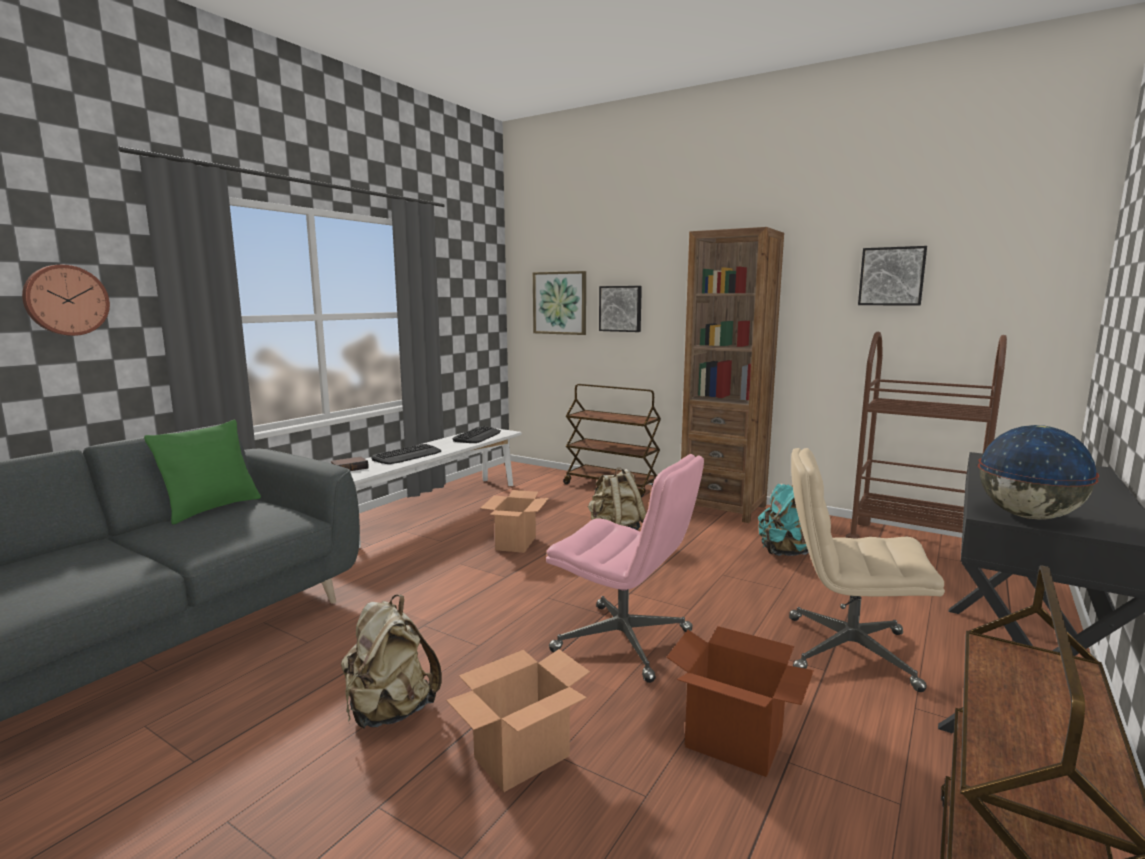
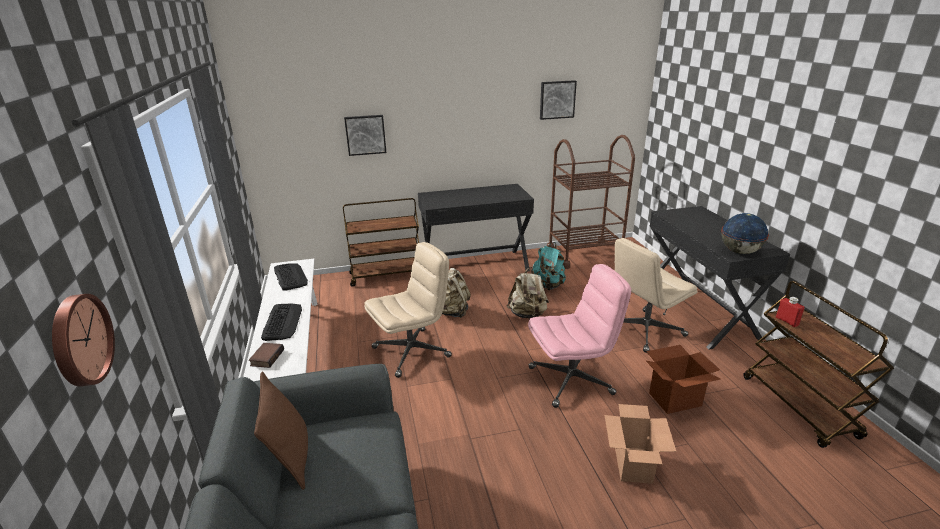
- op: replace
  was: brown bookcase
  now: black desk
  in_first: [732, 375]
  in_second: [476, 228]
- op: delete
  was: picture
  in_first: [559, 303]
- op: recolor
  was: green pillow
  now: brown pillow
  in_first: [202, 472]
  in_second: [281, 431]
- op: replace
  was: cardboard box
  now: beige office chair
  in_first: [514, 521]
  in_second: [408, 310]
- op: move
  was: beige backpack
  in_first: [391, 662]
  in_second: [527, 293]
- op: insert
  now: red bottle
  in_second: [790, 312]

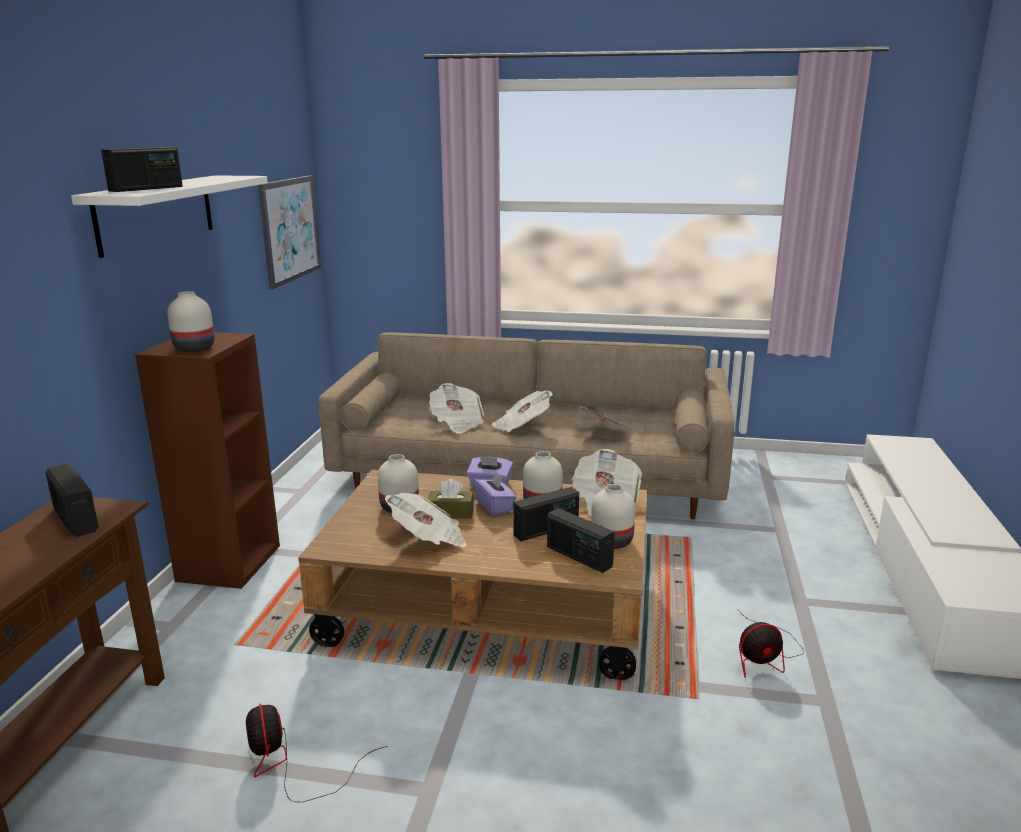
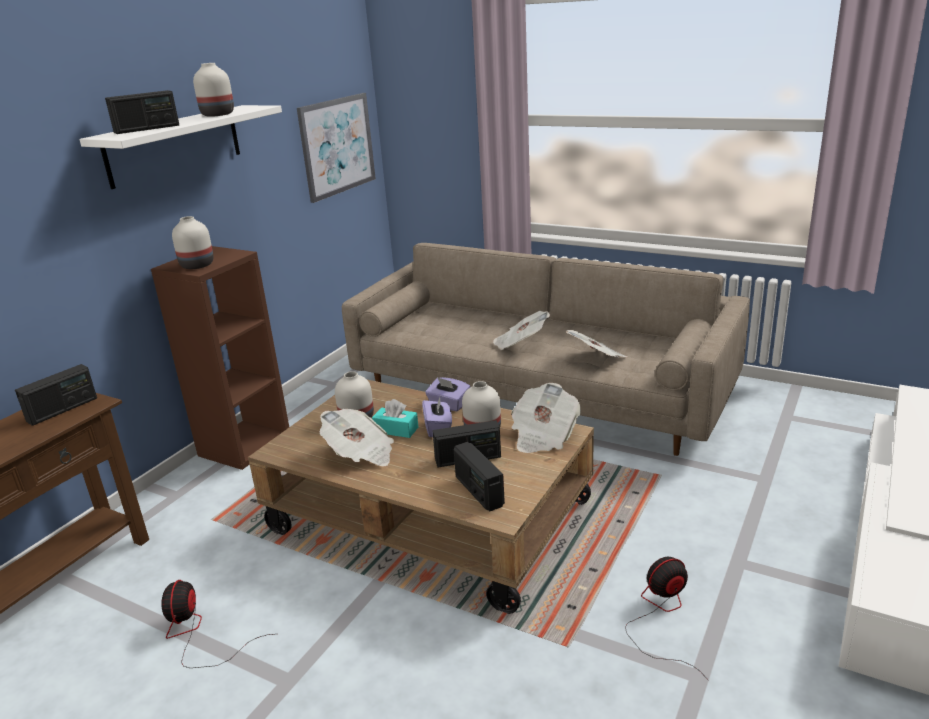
- op: delete
  was: newspaper
  in_first: [456, 408]
- op: rotate
  was: radio
  in_first: [72, 500]
  in_second: [56, 395]
  clockwise: -120
- op: recolor
  was: brown tissue box
  now: turquoise tissue box
  in_first: [451, 499]
  in_second: [395, 418]
- op: move
  was: white vase
  in_first: [613, 516]
  in_second: [213, 90]
- op: rotate
  was: fan
  in_first: [771, 644]
  in_second: [666, 618]
  clockwise: 150

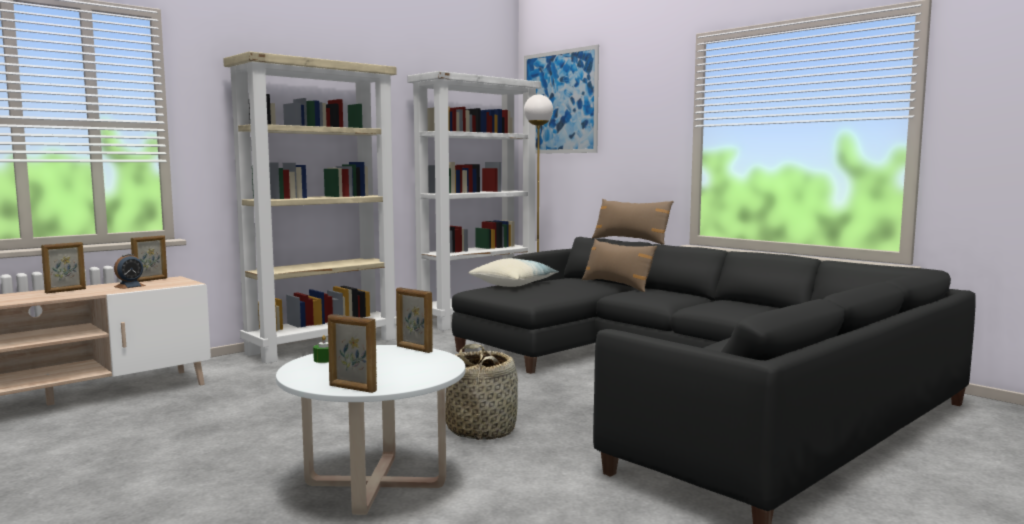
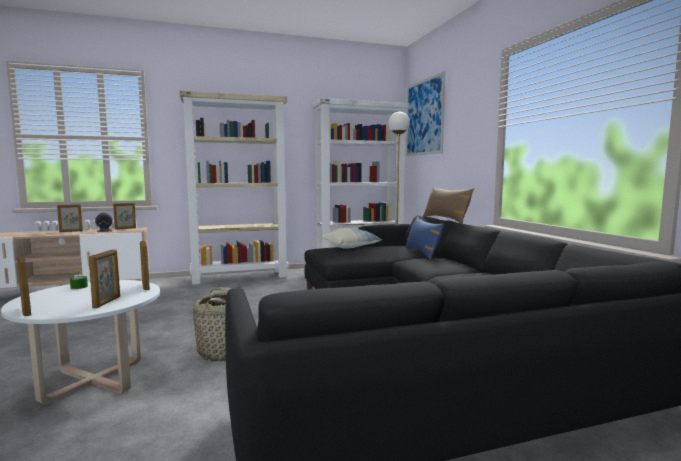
- op: recolor
  was: brown pillow
  now: blue pillow
  in_first: [619, 265]
  in_second: [424, 238]
- op: insert
  now: picture frame
  in_second: [104, 279]

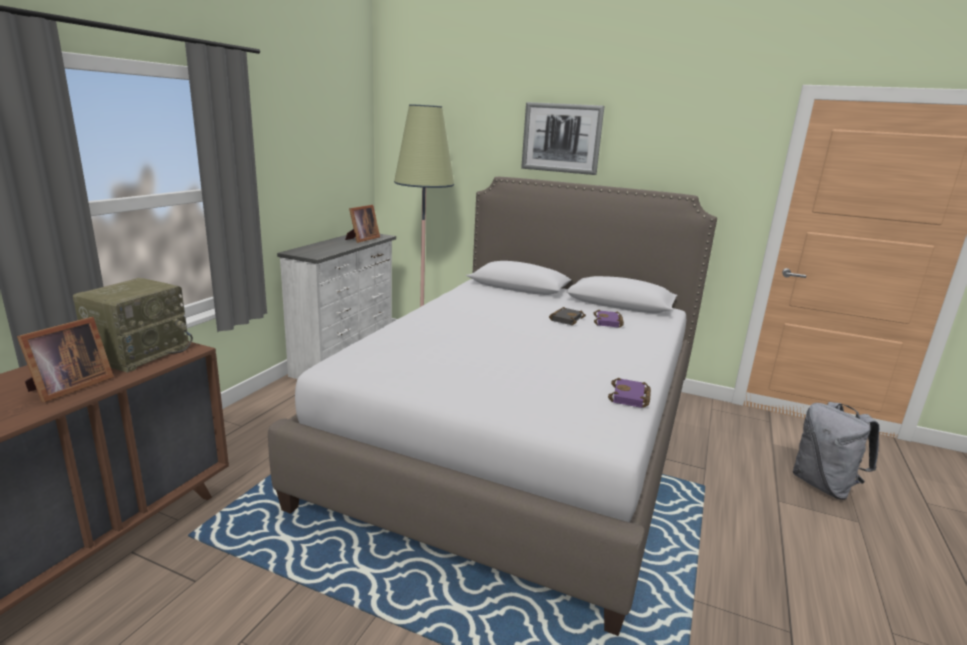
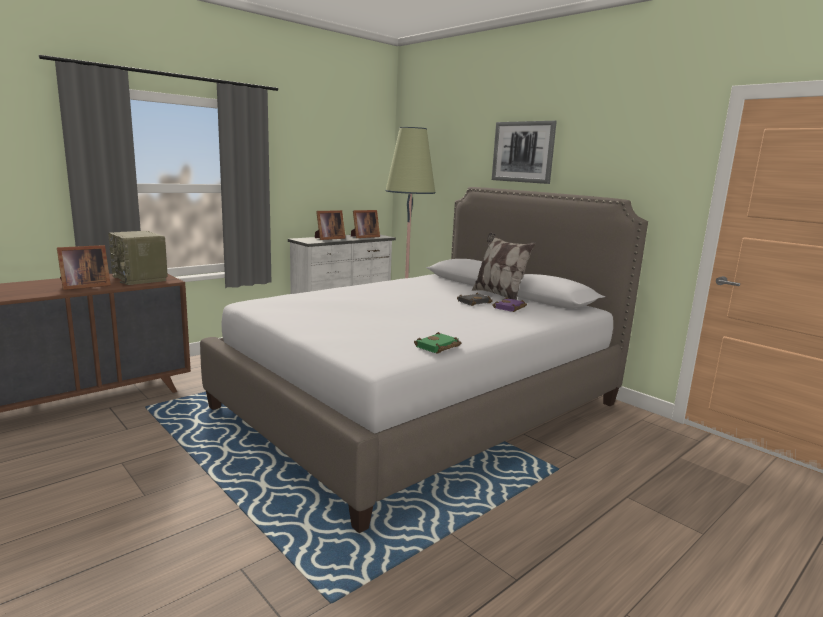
- op: rotate
  was: radio
  in_first: [133, 325]
  in_second: [138, 258]
  clockwise: 90
- op: recolor
  was: purple book
  now: green book
  in_first: [629, 393]
  in_second: [437, 342]
- op: delete
  was: grey backpack
  in_first: [836, 451]
- op: insert
  now: picture frame
  in_second: [330, 225]
- op: insert
  now: pillow
  in_second: [503, 266]

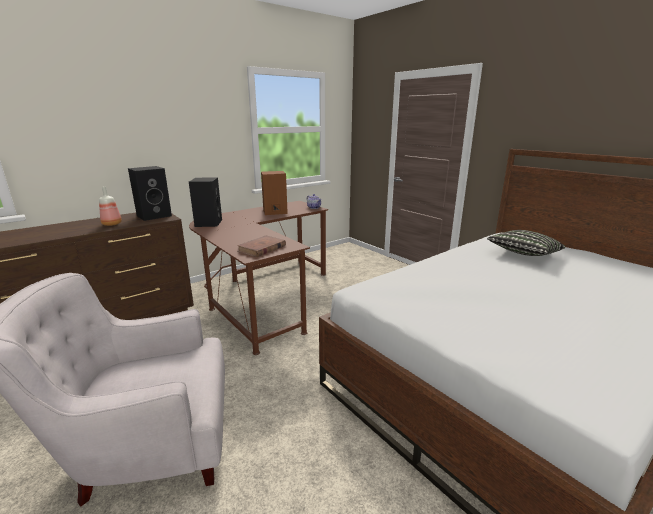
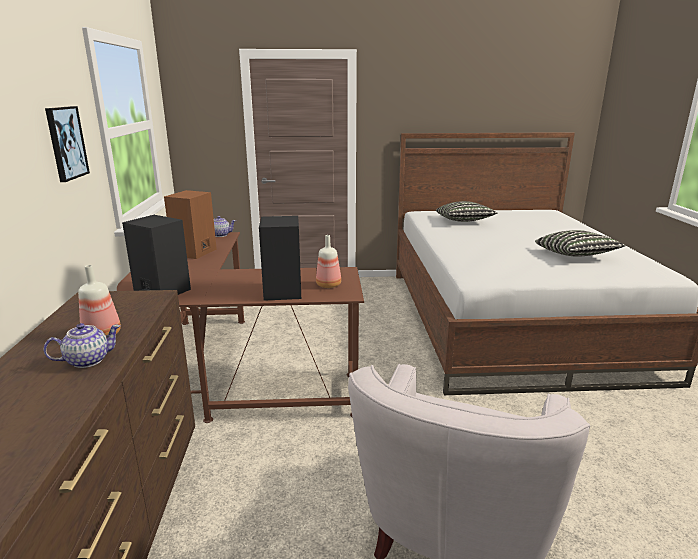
- op: move
  was: black speaker
  in_first: [150, 193]
  in_second: [280, 258]
- op: replace
  was: brown book
  now: bottle
  in_first: [261, 246]
  in_second: [328, 261]
- op: insert
  now: picture
  in_second: [67, 144]
- op: insert
  now: pillow
  in_second: [580, 243]
- op: insert
  now: teapot
  in_second: [81, 345]

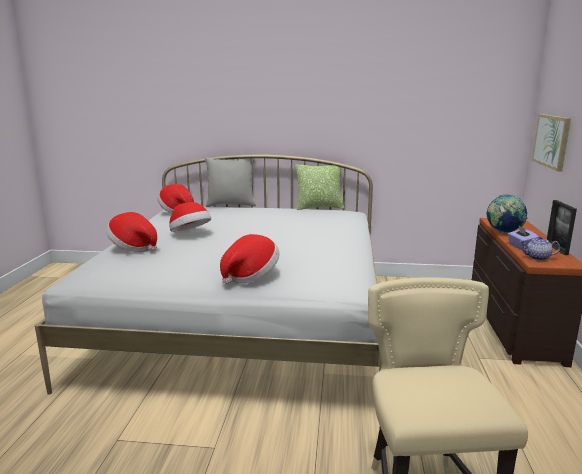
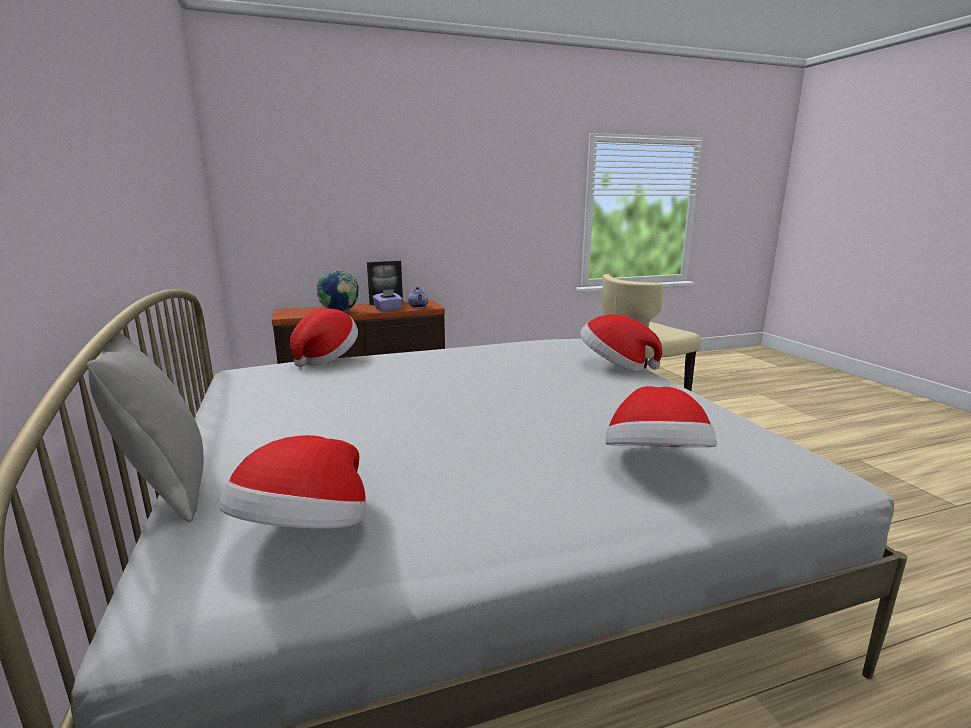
- op: delete
  was: picture
  in_first: [551, 142]
- op: delete
  was: pillow
  in_first: [319, 186]
- op: move
  was: hat
  in_first: [190, 217]
  in_second: [324, 337]

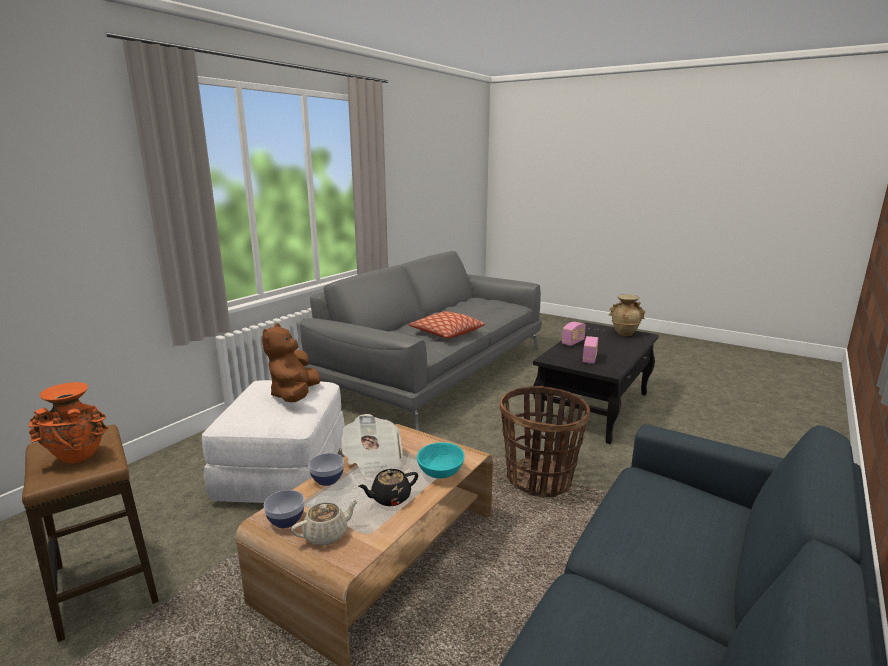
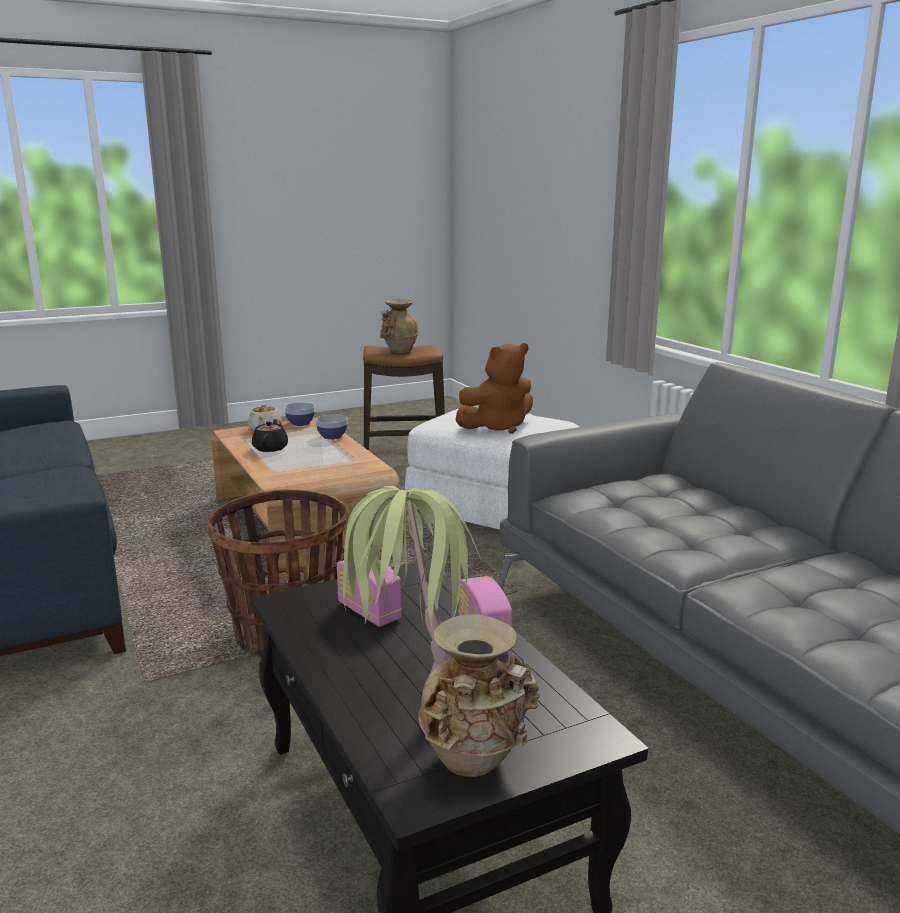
- op: delete
  was: pillow
  in_first: [446, 325]
- op: rotate
  was: brown plush toy
  in_first: [291, 362]
  in_second: [494, 388]
  clockwise: 120
- op: recolor
  was: orange vase
  now: beige vase
  in_first: [68, 423]
  in_second: [399, 326]
- op: delete
  was: newspaper
  in_first: [371, 447]
- op: delete
  was: turquoise bowl
  in_first: [441, 460]
- op: insert
  now: potted plant
  in_second: [412, 581]

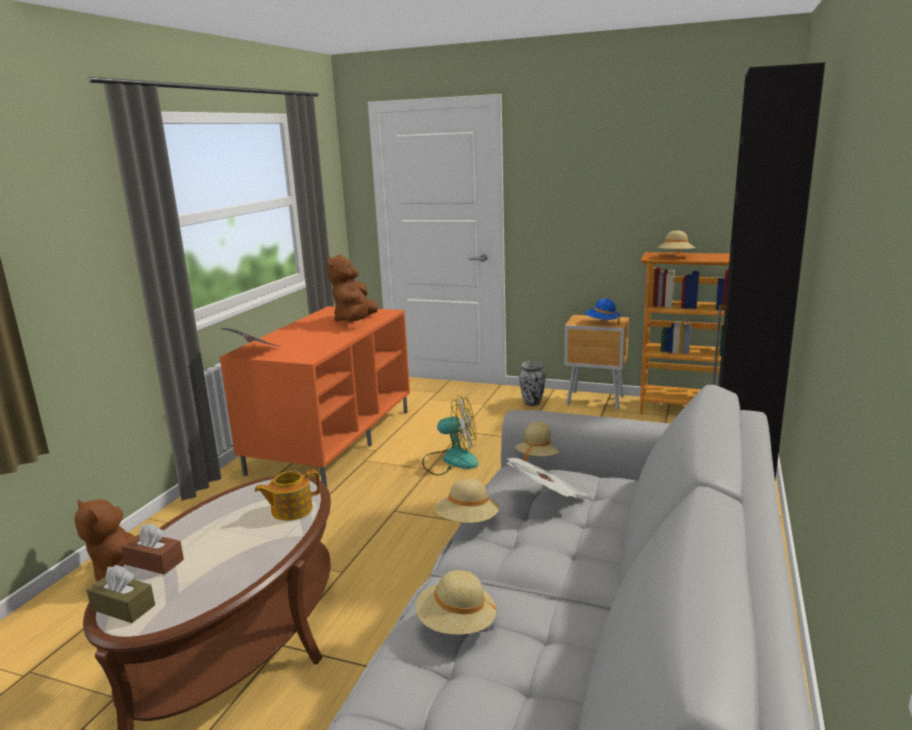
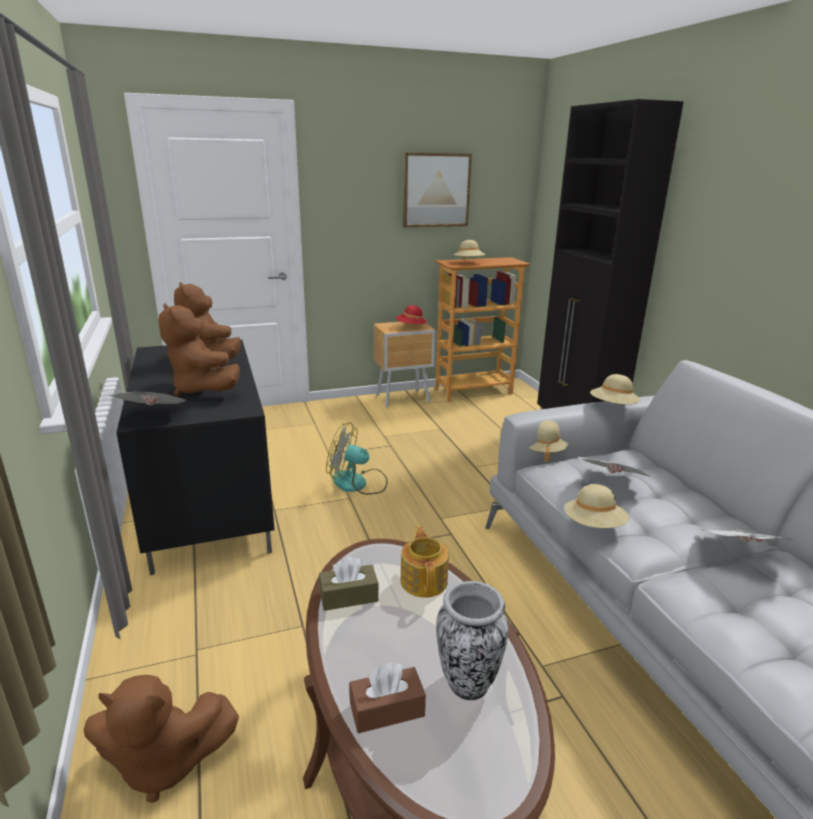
- op: recolor
  was: blue hat
  now: red hat
  in_first: [603, 312]
  in_second: [411, 314]
- op: recolor
  was: orange tv stand
  now: black tv stand
  in_first: [315, 396]
  in_second: [195, 457]
- op: move
  was: vase
  in_first: [532, 383]
  in_second: [472, 640]
- op: rotate
  was: fan
  in_first: [450, 435]
  in_second: [357, 458]
  clockwise: -135
- op: rotate
  was: teapot
  in_first: [287, 495]
  in_second: [424, 562]
  clockwise: 150
- op: move
  was: brown tissue box
  in_first: [121, 594]
  in_second: [349, 584]
- op: move
  was: beige hat
  in_first: [456, 602]
  in_second: [615, 389]
- op: insert
  now: picture
  in_second: [437, 190]
- op: insert
  now: brown plush toy
  in_second: [199, 349]
- op: insert
  now: newspaper
  in_second: [747, 536]

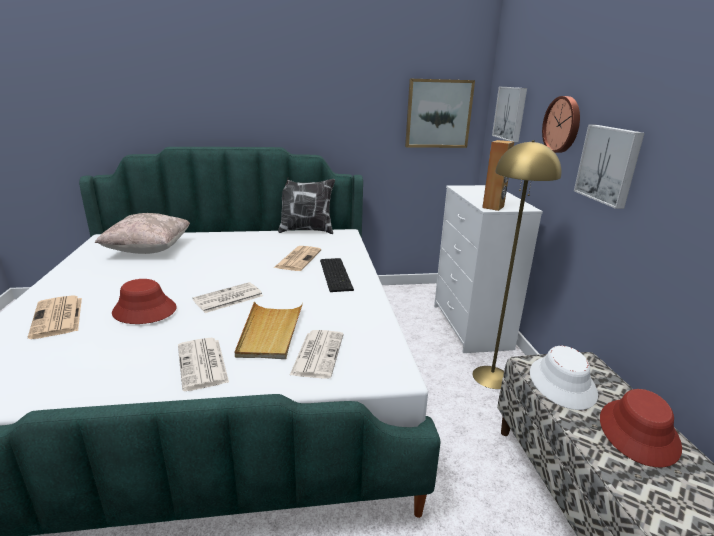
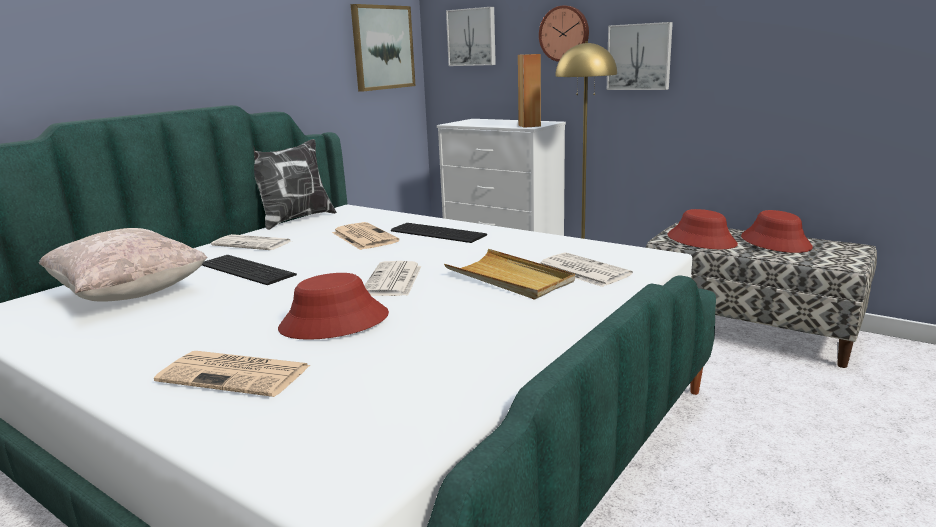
- op: move
  was: newspaper
  in_first: [203, 364]
  in_second: [251, 242]
- op: recolor
  was: white hat
  now: red hat
  in_first: [564, 378]
  in_second: [703, 229]
- op: insert
  now: keyboard
  in_second: [249, 270]

